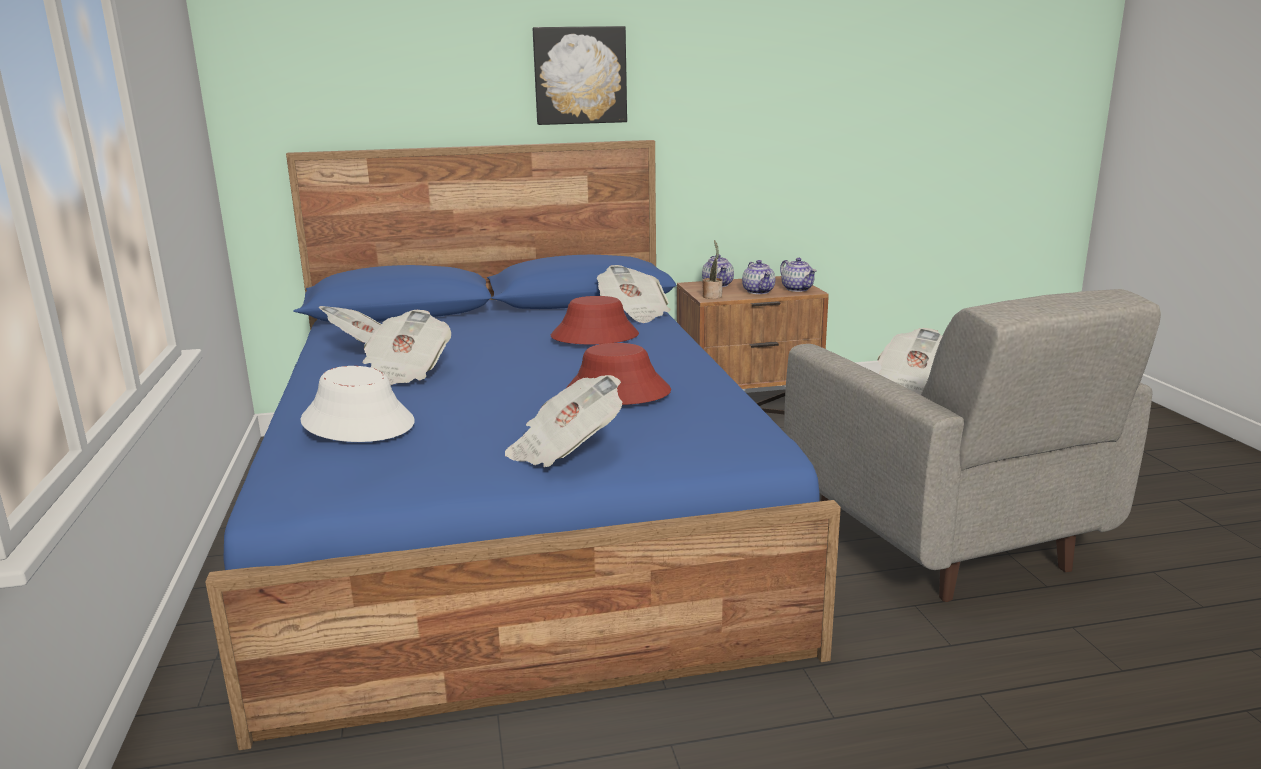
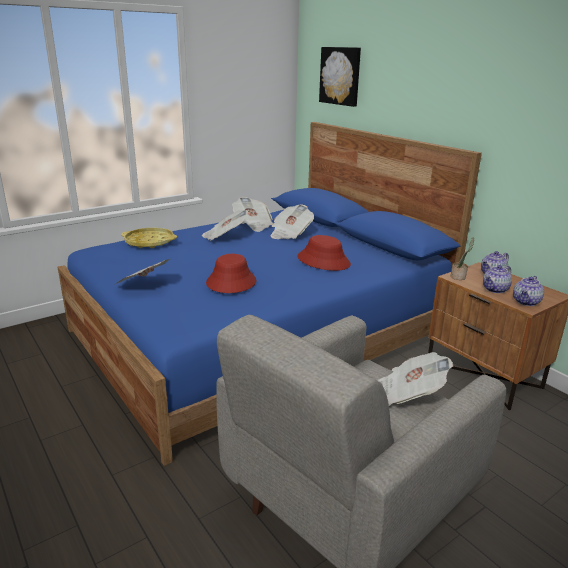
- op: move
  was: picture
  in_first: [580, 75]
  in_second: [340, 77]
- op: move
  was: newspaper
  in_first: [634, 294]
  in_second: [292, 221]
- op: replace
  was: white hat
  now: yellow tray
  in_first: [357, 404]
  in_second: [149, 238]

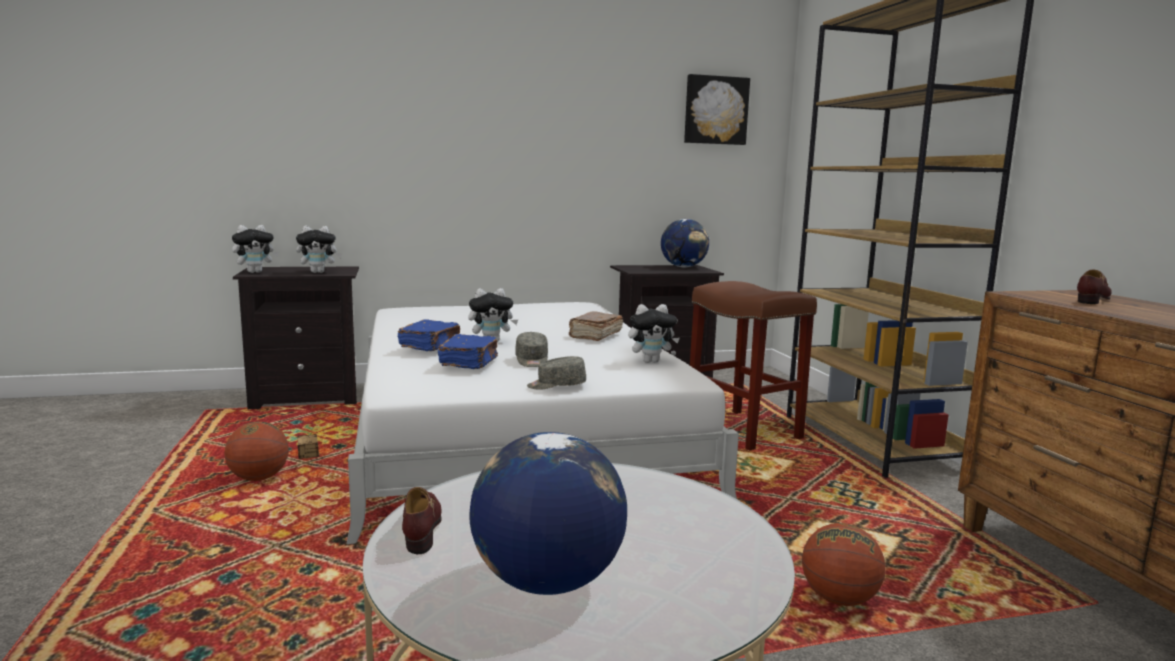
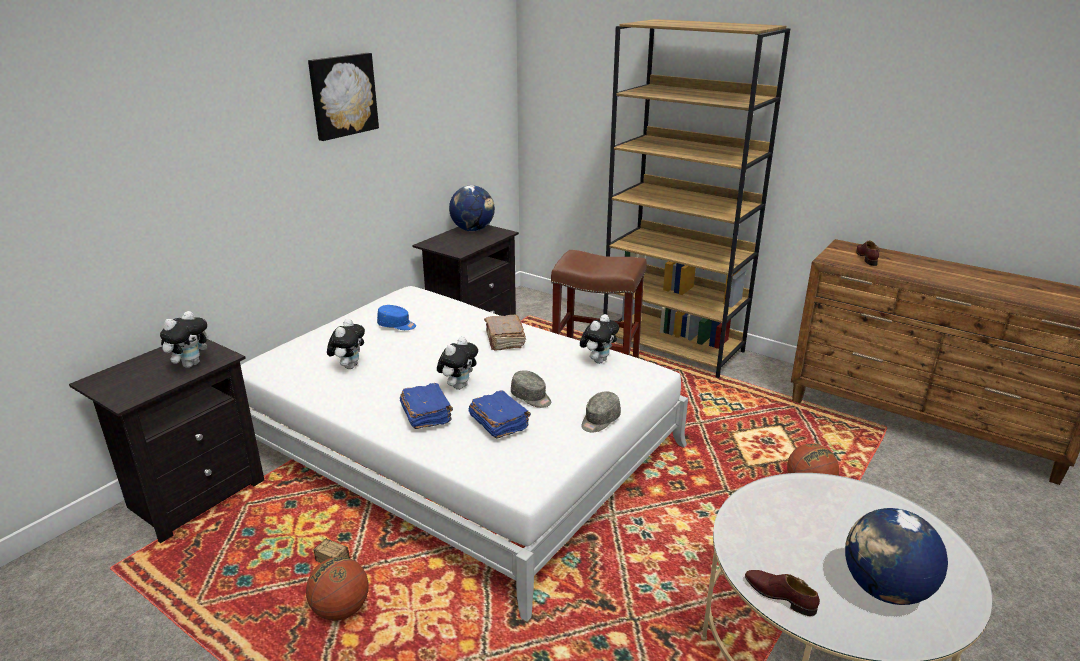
- op: move
  was: picture
  in_first: [717, 109]
  in_second: [343, 97]
- op: move
  was: plush toy
  in_first: [255, 249]
  in_second: [346, 344]
- op: insert
  now: blue cap
  in_second: [396, 317]

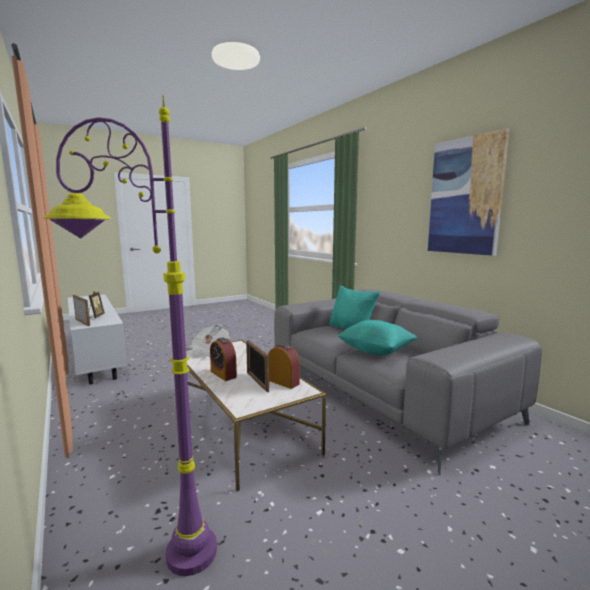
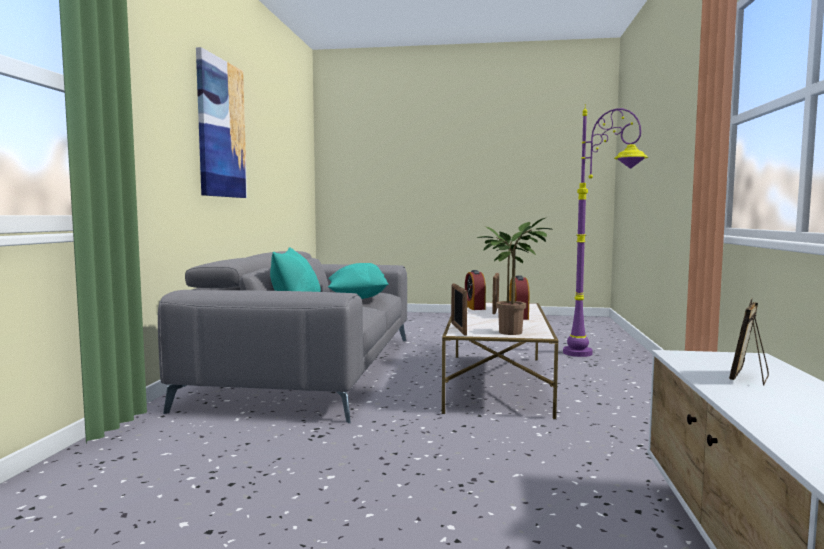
- op: move
  was: picture frame
  in_first: [81, 310]
  in_second: [459, 310]
- op: replace
  was: newspaper
  now: potted plant
  in_first: [208, 341]
  in_second: [515, 276]

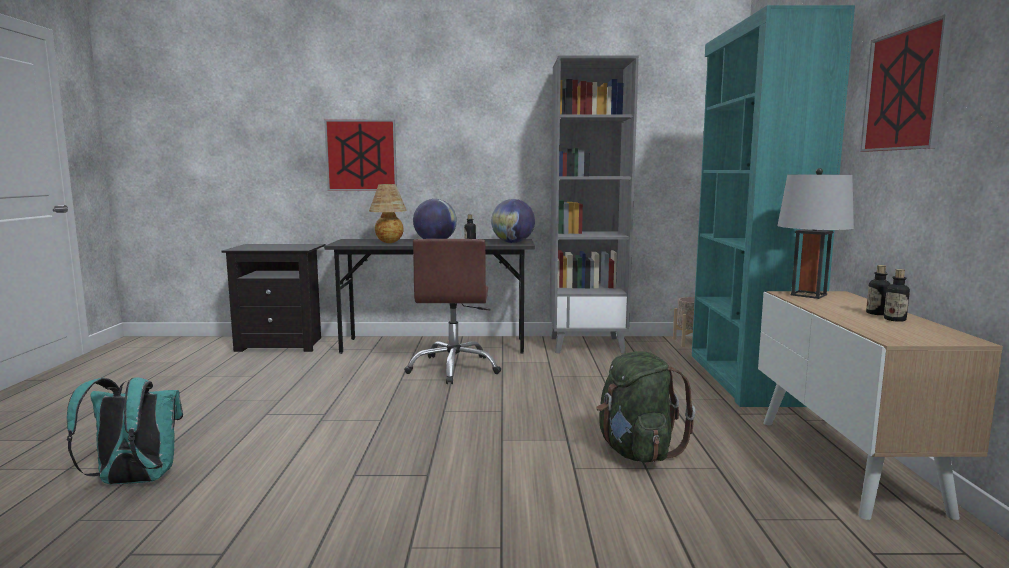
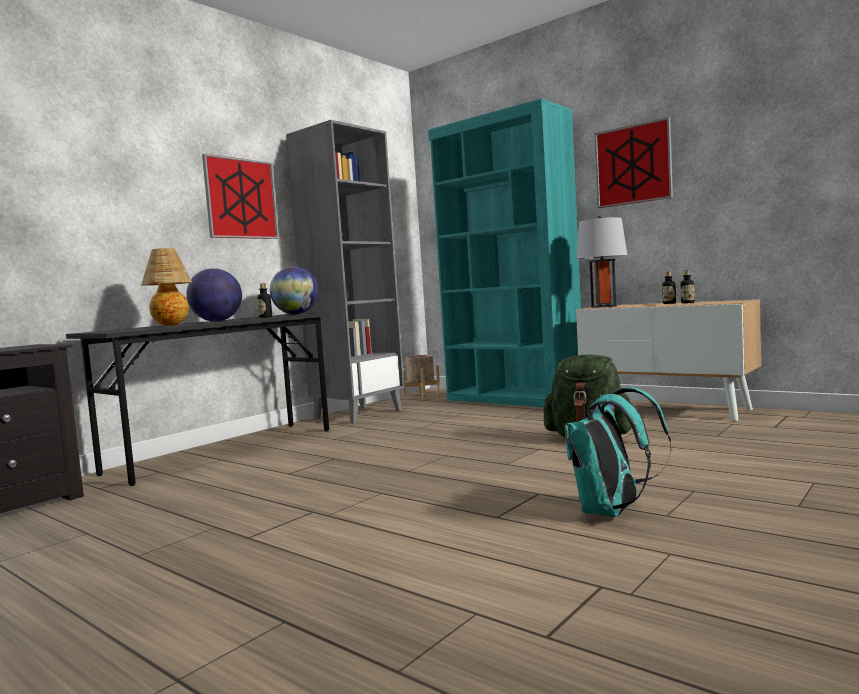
- op: move
  was: picture
  in_first: [360, 155]
  in_second: [240, 196]
- op: delete
  was: brown office chair
  in_first: [452, 311]
- op: move
  was: turquoise backpack
  in_first: [125, 430]
  in_second: [617, 452]

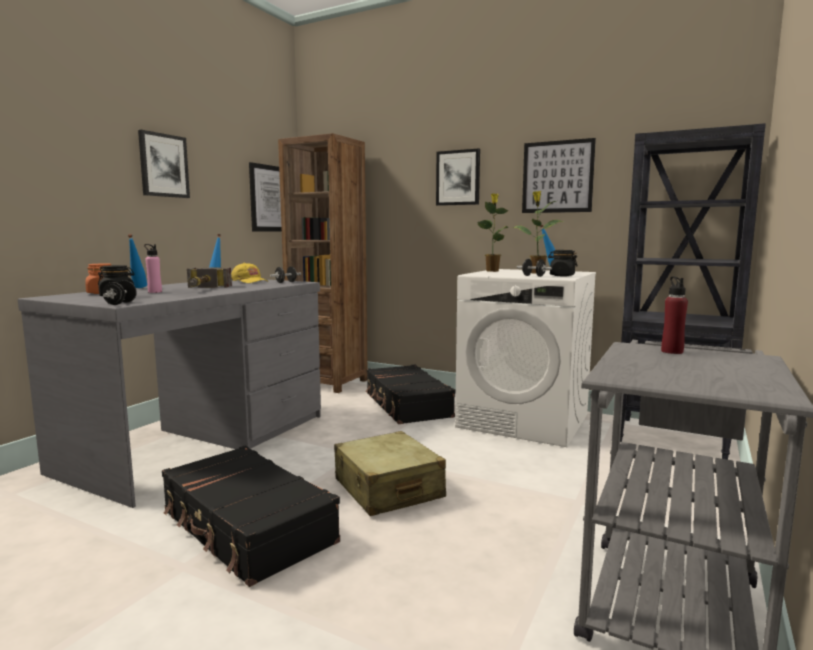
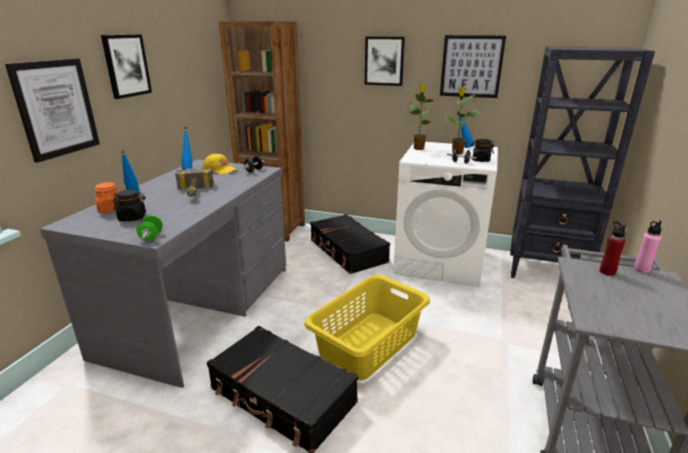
- op: move
  was: picture
  in_first: [265, 197]
  in_second: [52, 110]
- op: move
  was: pink bottle
  in_first: [153, 268]
  in_second: [648, 247]
- op: recolor
  was: black dumbbell
  now: green dumbbell
  in_first: [119, 292]
  in_second: [149, 228]
- op: replace
  was: beige suitcase
  now: yellow laundry basket
  in_first: [390, 473]
  in_second: [367, 327]

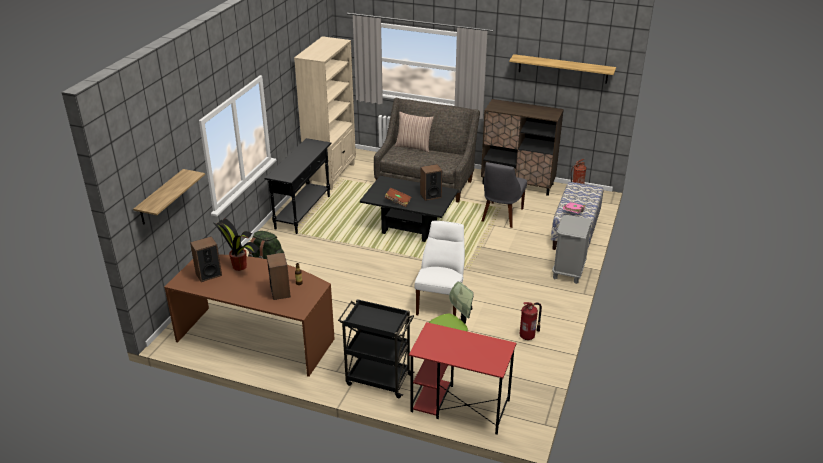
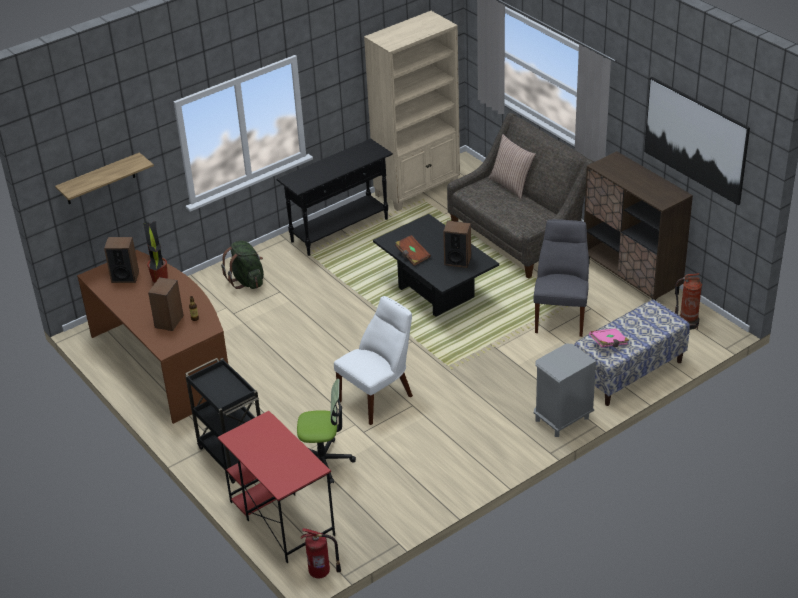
- op: replace
  was: shelf
  now: picture
  in_first: [562, 69]
  in_second: [697, 141]
- op: rotate
  was: grey chair
  in_first: [504, 195]
  in_second: [561, 278]
  clockwise: 135
- op: move
  was: fire extinguisher
  in_first: [531, 321]
  in_second: [321, 553]

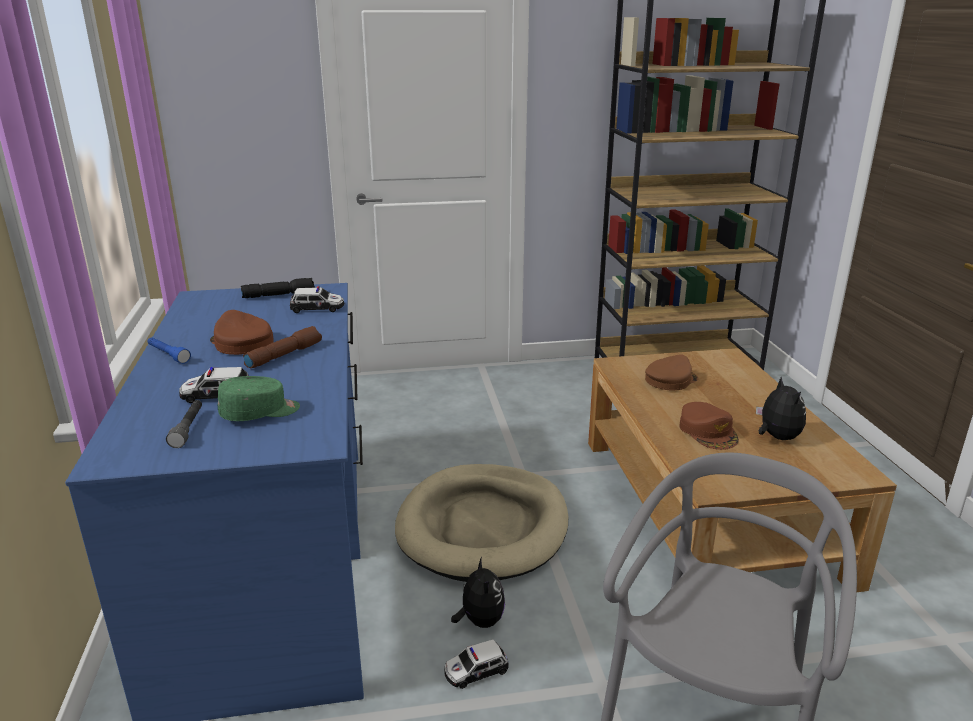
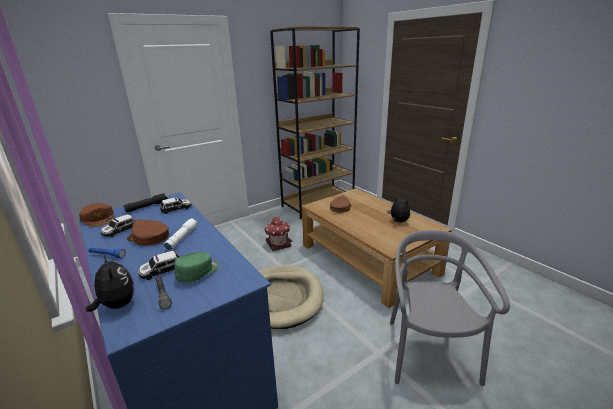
- op: recolor
  was: brown flashlight
  now: white flashlight
  in_first: [282, 347]
  in_second: [180, 234]
- op: move
  was: brown cap
  in_first: [709, 426]
  in_second: [97, 215]
- op: move
  was: plush toy
  in_first: [478, 592]
  in_second: [110, 283]
- op: move
  was: toy car
  in_first: [476, 664]
  in_second: [118, 225]
- op: insert
  now: toy house
  in_second: [278, 234]

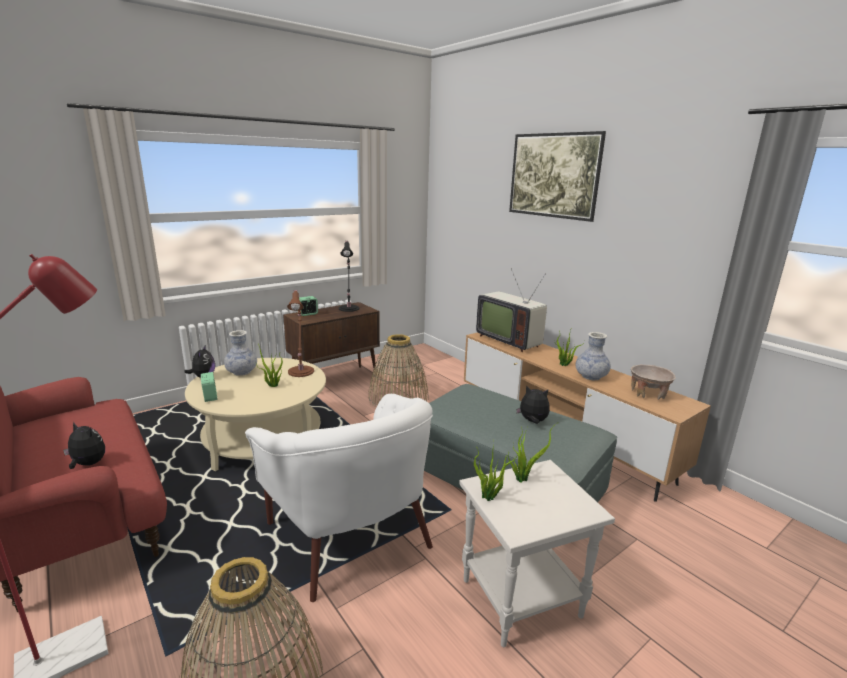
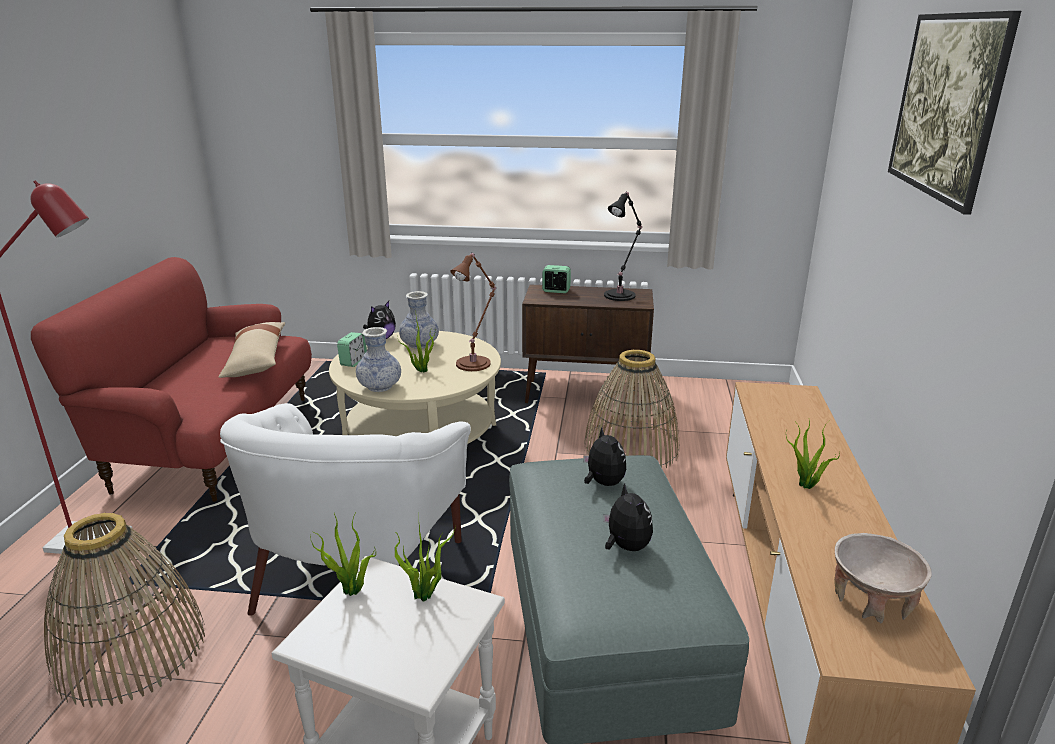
- op: delete
  was: television
  in_first: [511, 310]
- op: move
  was: vase
  in_first: [593, 356]
  in_second: [378, 359]
- op: move
  was: plush toy
  in_first: [84, 445]
  in_second: [604, 456]
- op: insert
  now: beige pillow
  in_second: [252, 350]

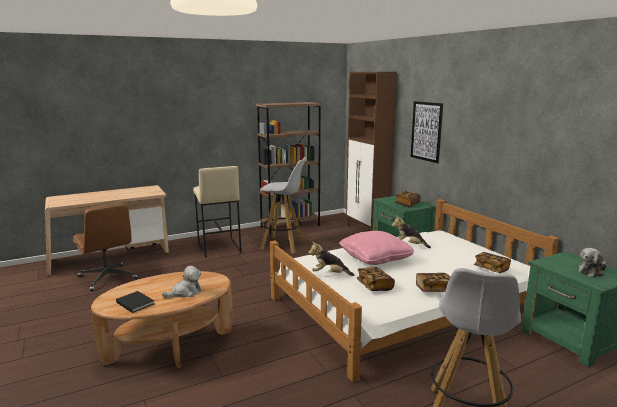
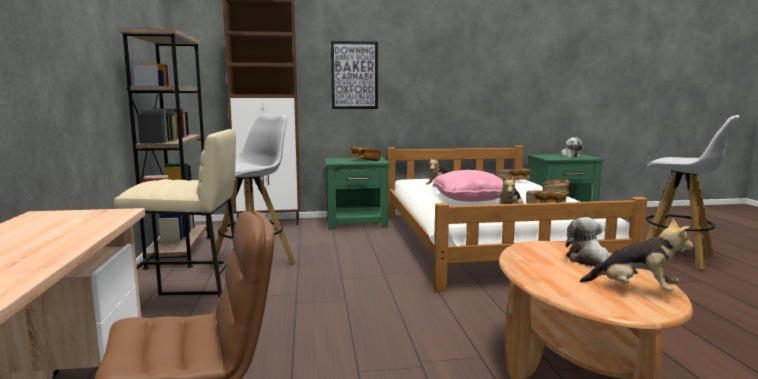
- op: replace
  was: black book
  now: plush toy
  in_first: [135, 302]
  in_second: [637, 255]

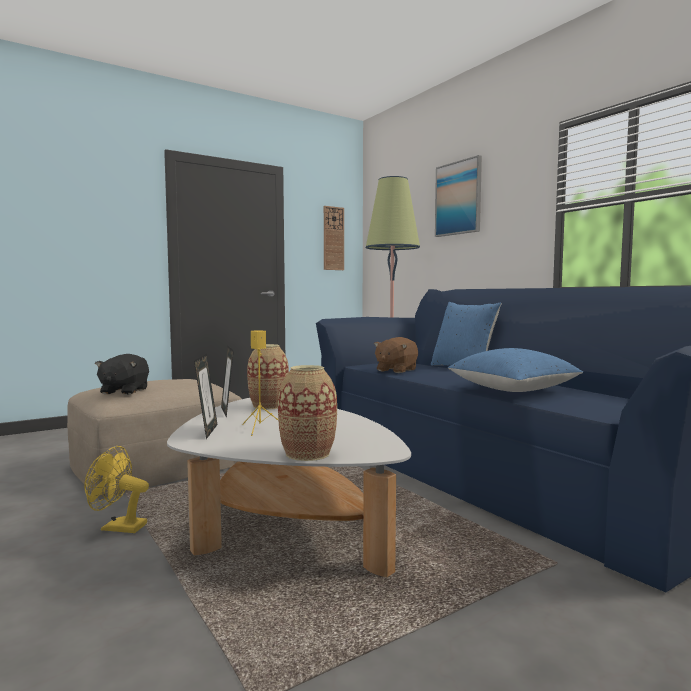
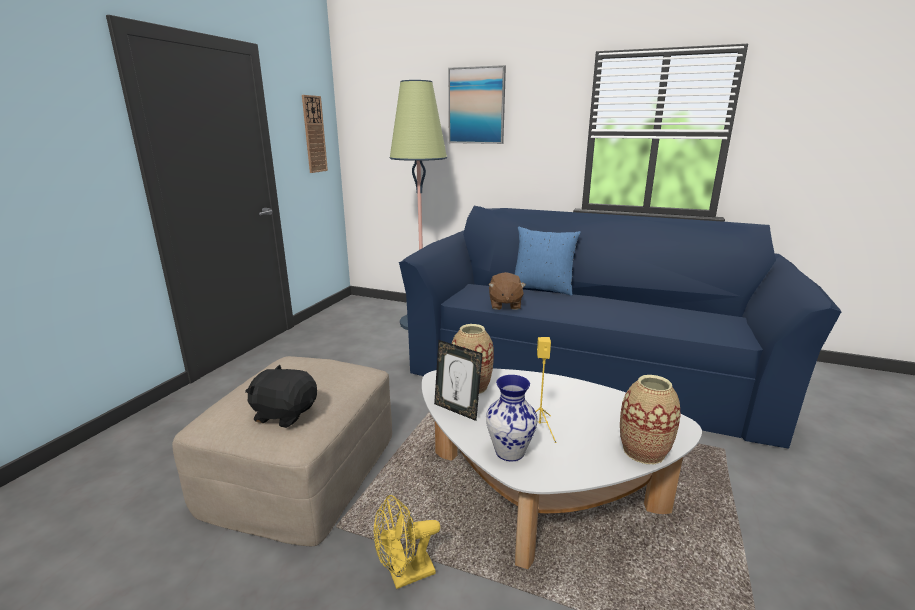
- op: delete
  was: blue pillow
  in_first: [515, 370]
- op: rotate
  was: black plush toy
  in_first: [122, 374]
  in_second: [281, 396]
  clockwise: 135
- op: replace
  was: picture frame
  now: vase
  in_first: [206, 396]
  in_second: [512, 418]

